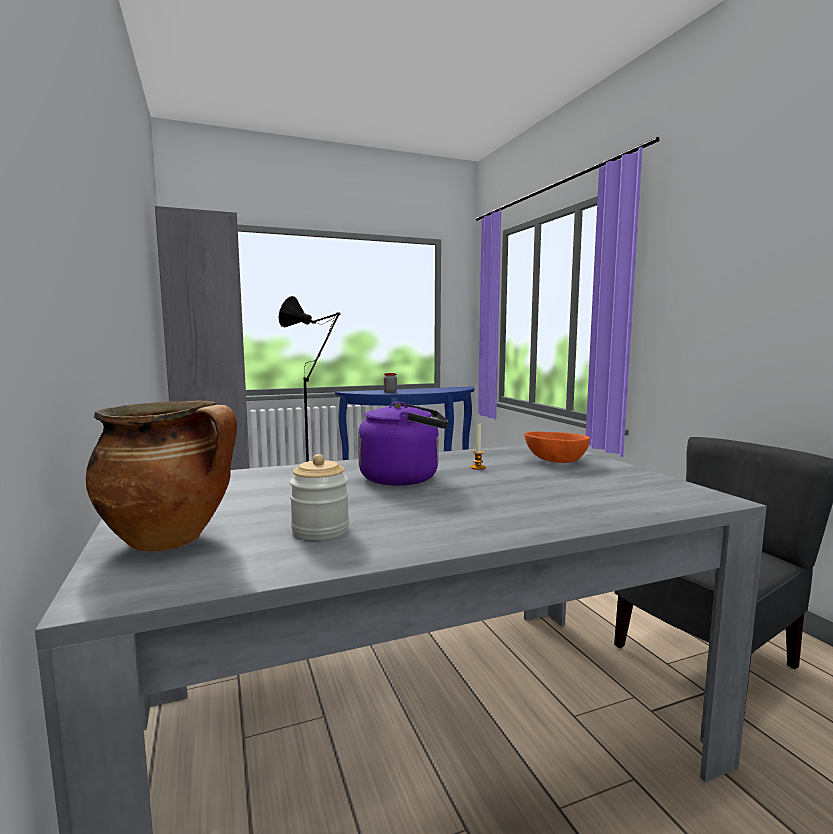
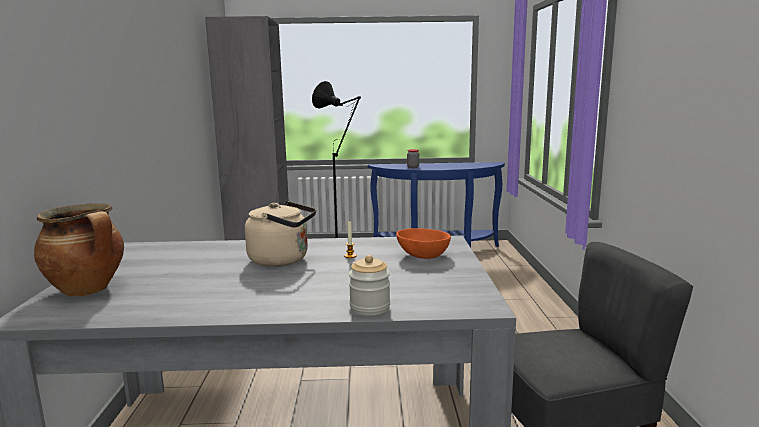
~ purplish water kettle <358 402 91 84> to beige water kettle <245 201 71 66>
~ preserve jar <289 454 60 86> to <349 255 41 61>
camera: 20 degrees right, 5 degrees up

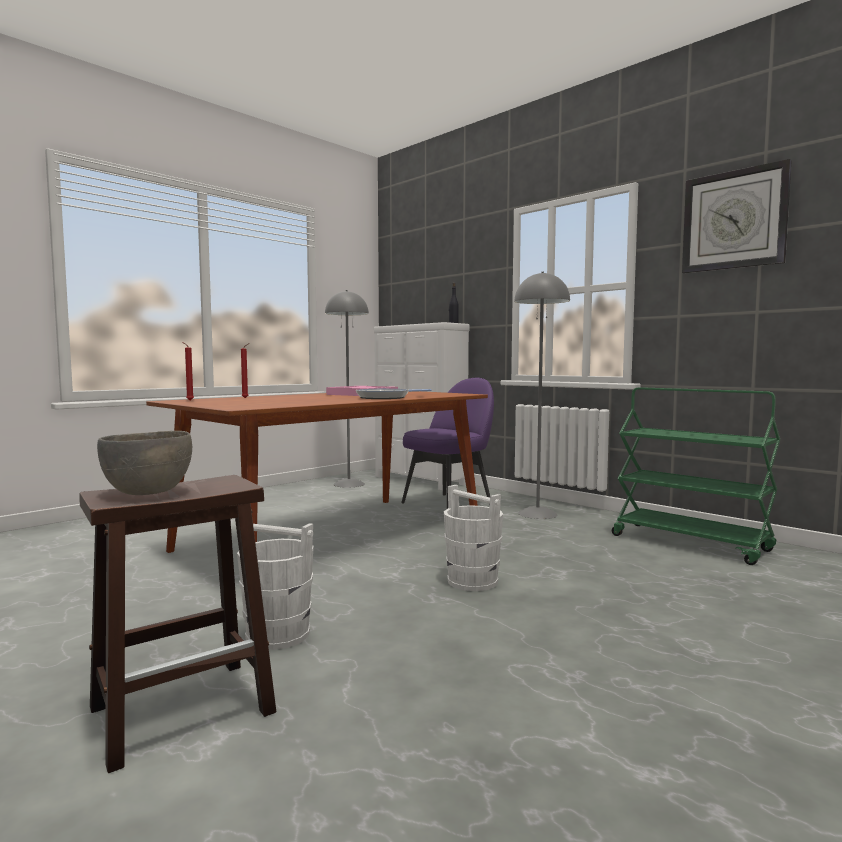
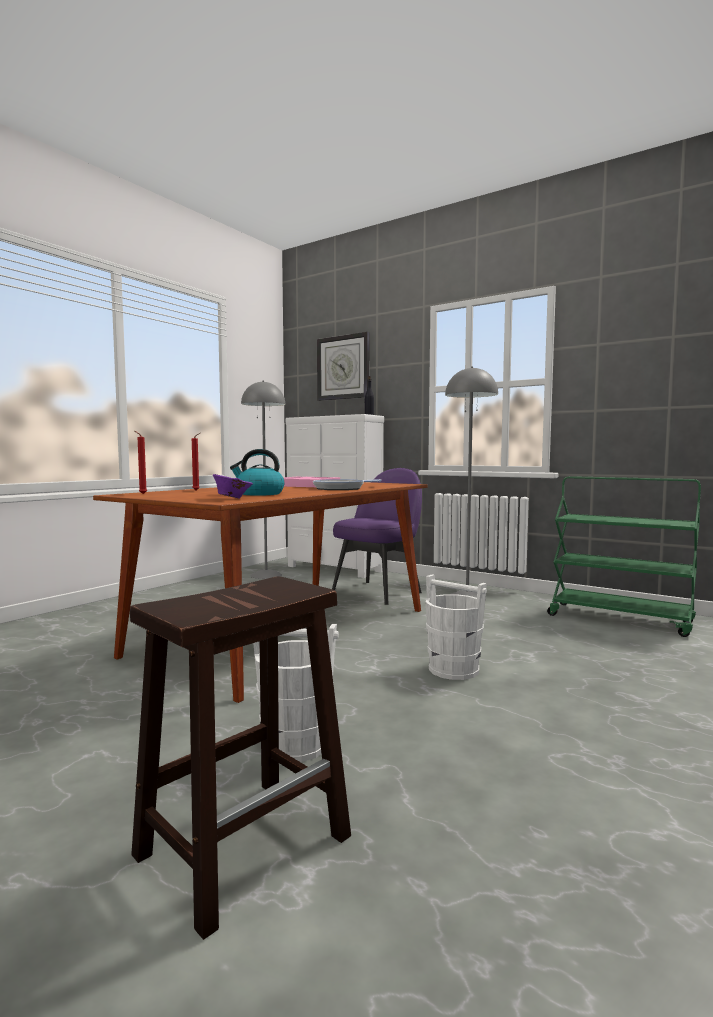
+ purplish bowl <213 474 40 25>
+ water kettle <230 449 55 47>
~ hanging clock <682 159 110 114> to <317 332 53 69>
- greyish bowl <97 431 95 64>
camera: 10 degrees left, 0 degrees up

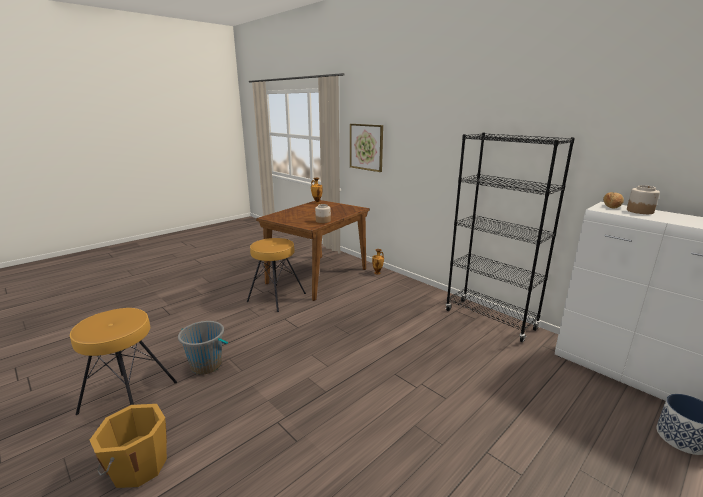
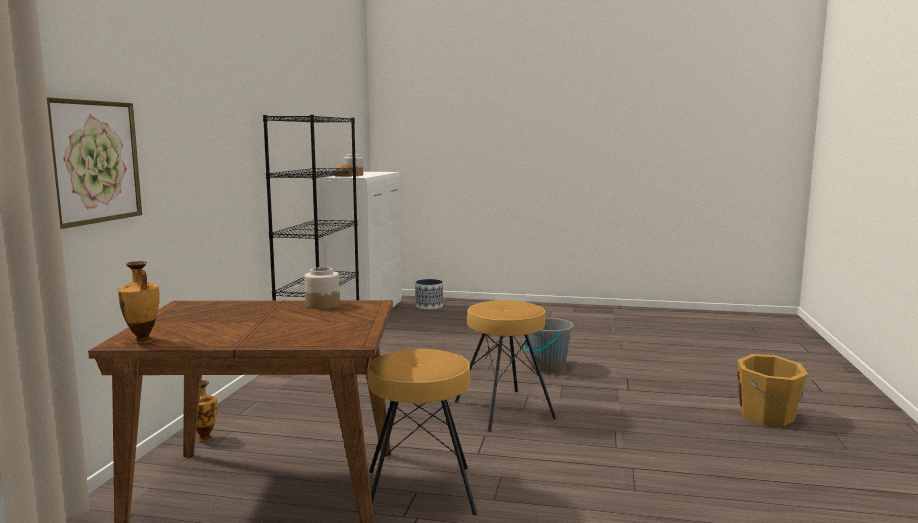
~ brownish stool seat <70 308 107 107> to <455 300 102 132>
~ greyish pail <178 321 50 54> to <525 318 49 55>
camera: 125 degrees left, 10 degrees down

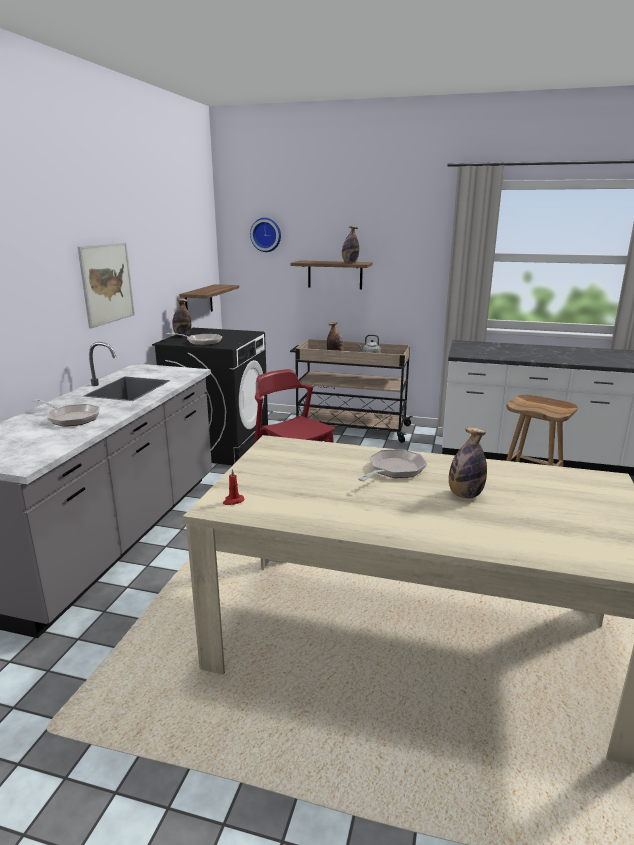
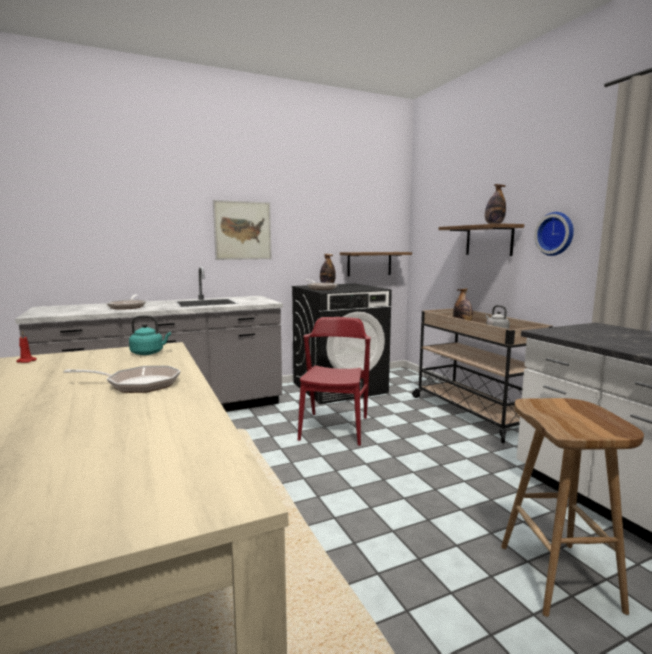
+ turquoise water kettle <129 315 42 40>
~ hanging clock <250 218 31 34> to <534 212 40 44>
- drink bottle <449 427 38 71>
camera: 50 degrees right, 10 degrees down

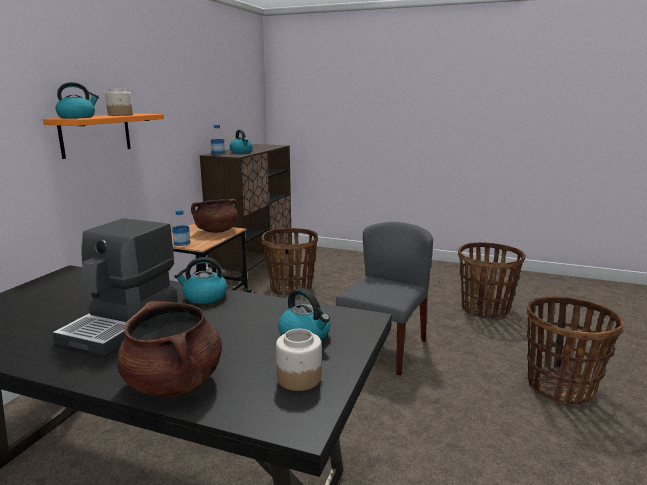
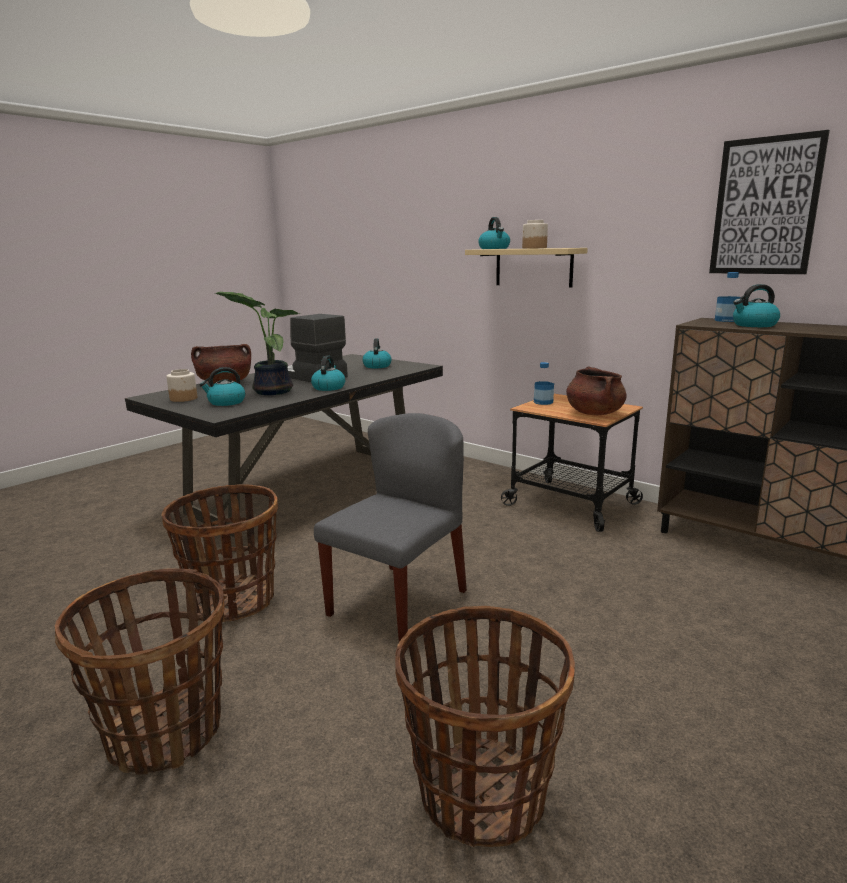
~ basket <262 228 56 68> to <161 484 117 138>
+ potted plant <215 292 84 103>
~ greyish upright chair <336 222 97 154> = <314 413 153 229> 105 degrees counterclockwise
+ water kettle <362 338 30 30>
~ orange wall shelf <43 114 121 45> to beige wall shelf <465 248 123 40>
+ picture <709 130 121 144>
camera: 110 degrees right, 0 degrees up

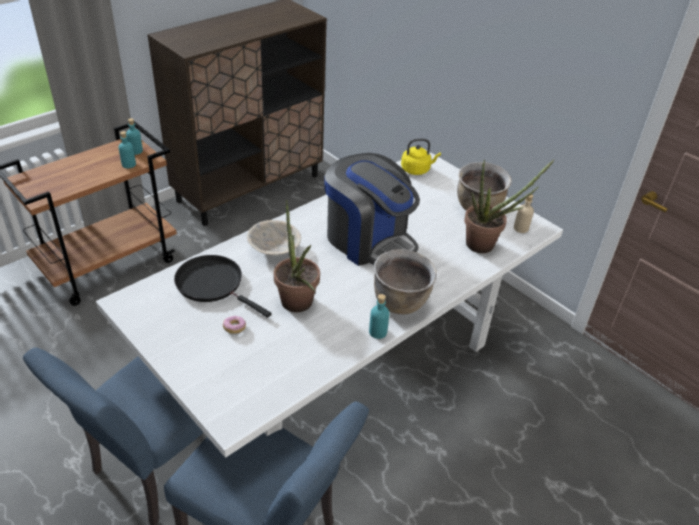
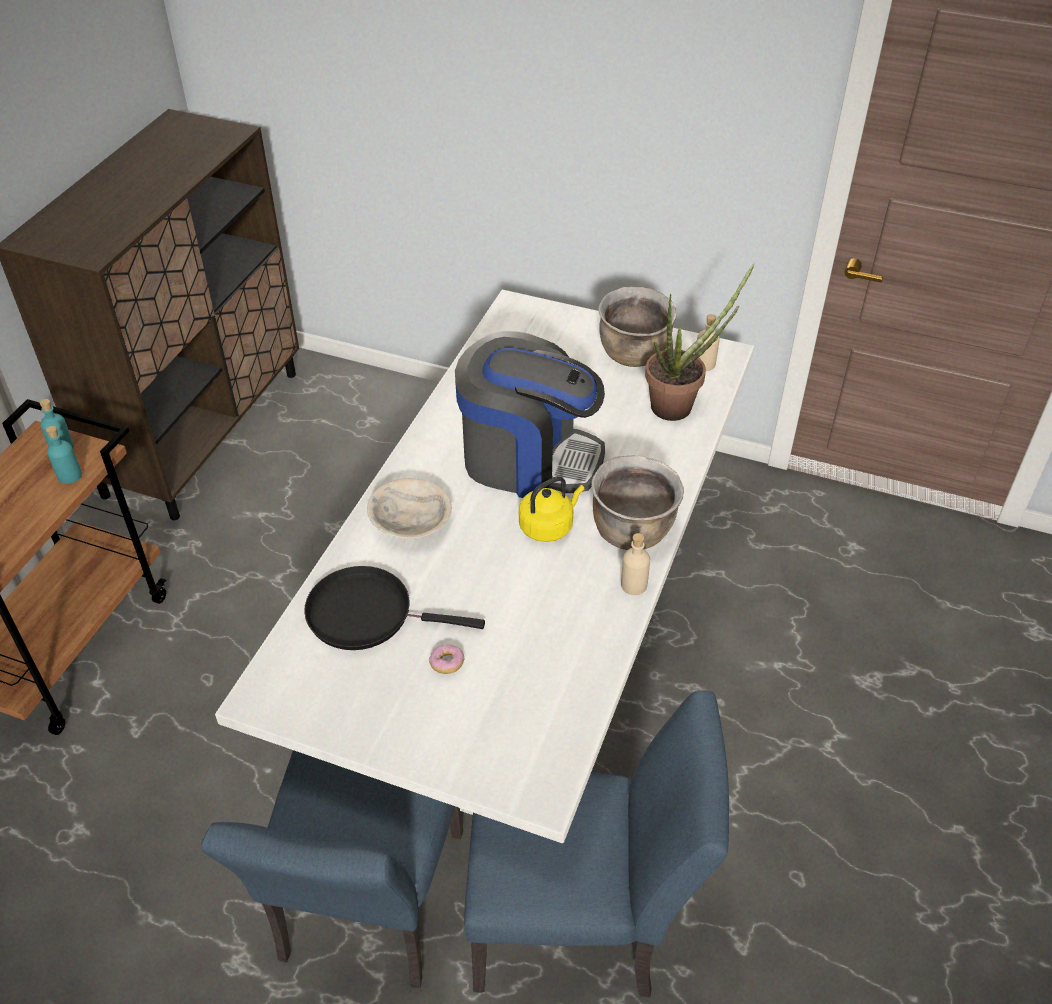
~ yellow water kettle <401 139 40 36> to <519 476 65 66>
~ turquoise drink bottle <369 294 20 45> to beige drink bottle <621 533 29 62>
- potted plant <274 200 46 112>
camera: 25 degrees left, 5 degrees up

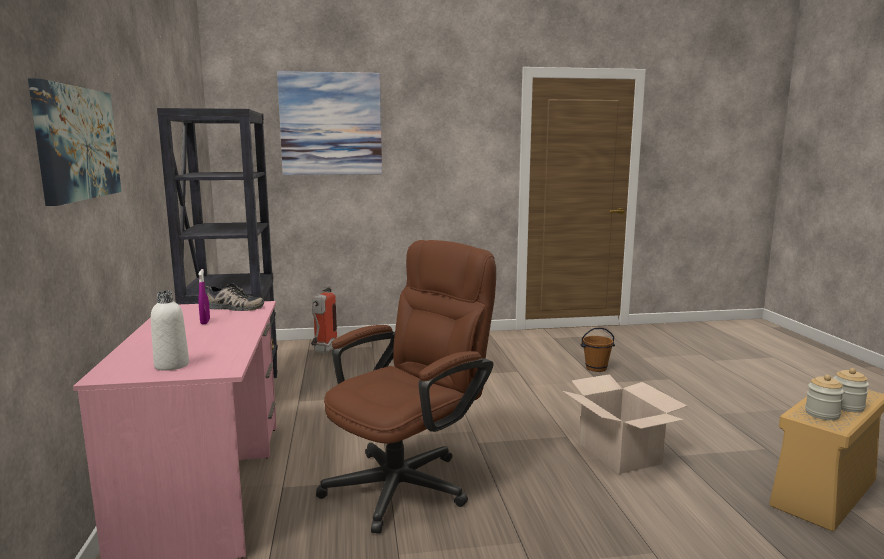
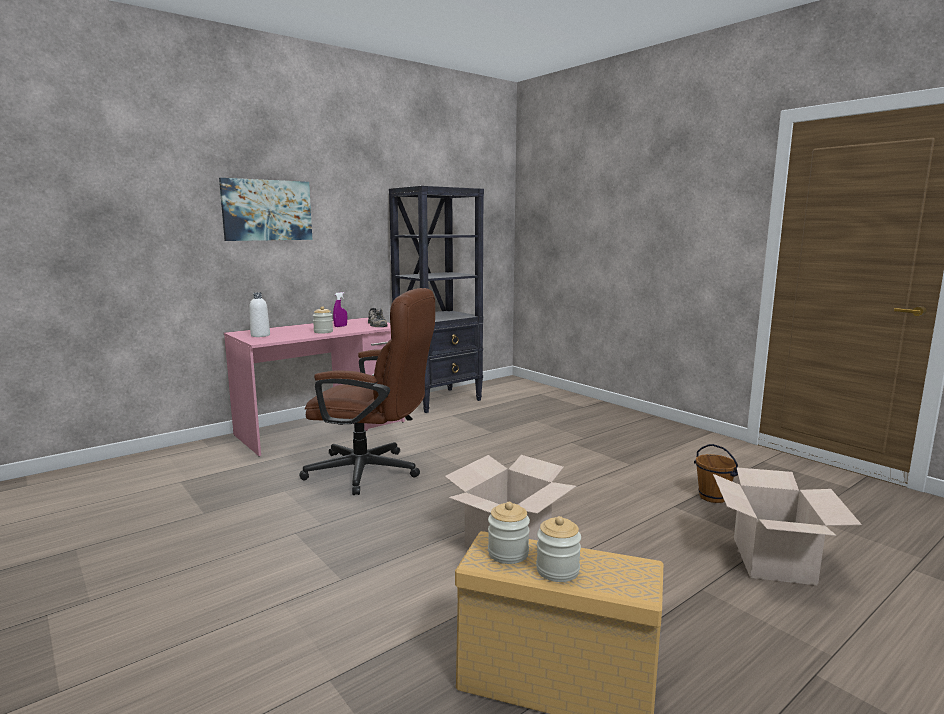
+ preserve jar <313 306 20 28>
+ packing box <713 468 149 118>
- picture <277 71 105 104>
- fire extinguisher <311 285 27 68>
camera: 60 degrees right, 0 degrees up

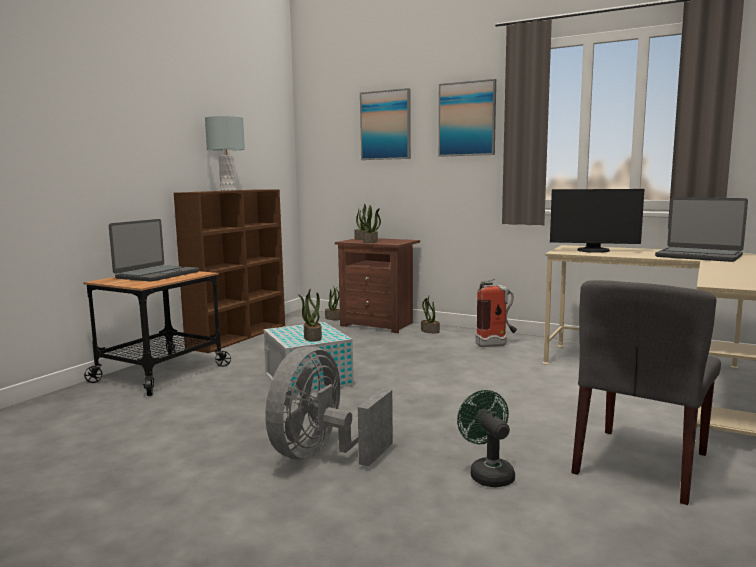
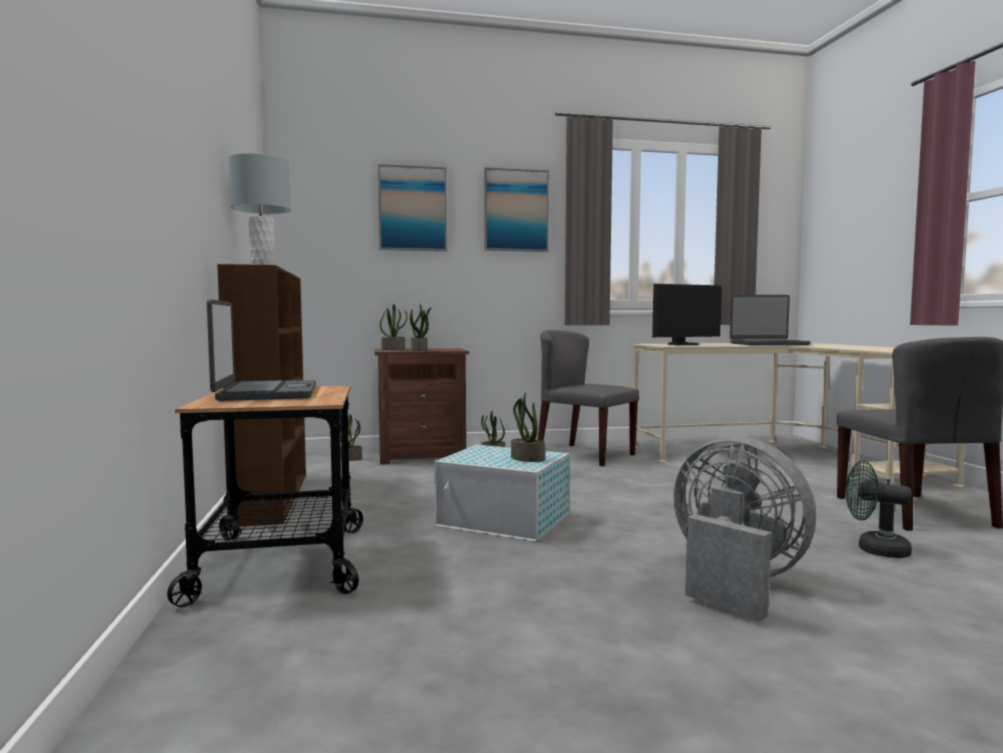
~ fire extinguisher <475 279 42 68> to greyish upright chair <537 330 102 136>
~ greyish cooling fan <265 347 128 119> = <674 437 142 184> 150 degrees clockwise
camera: 40 degrees left, 5 degrees down

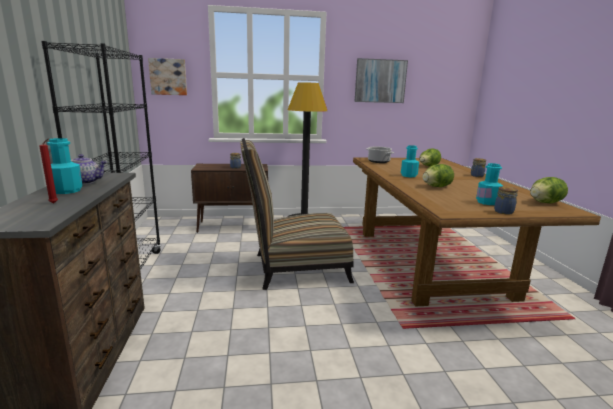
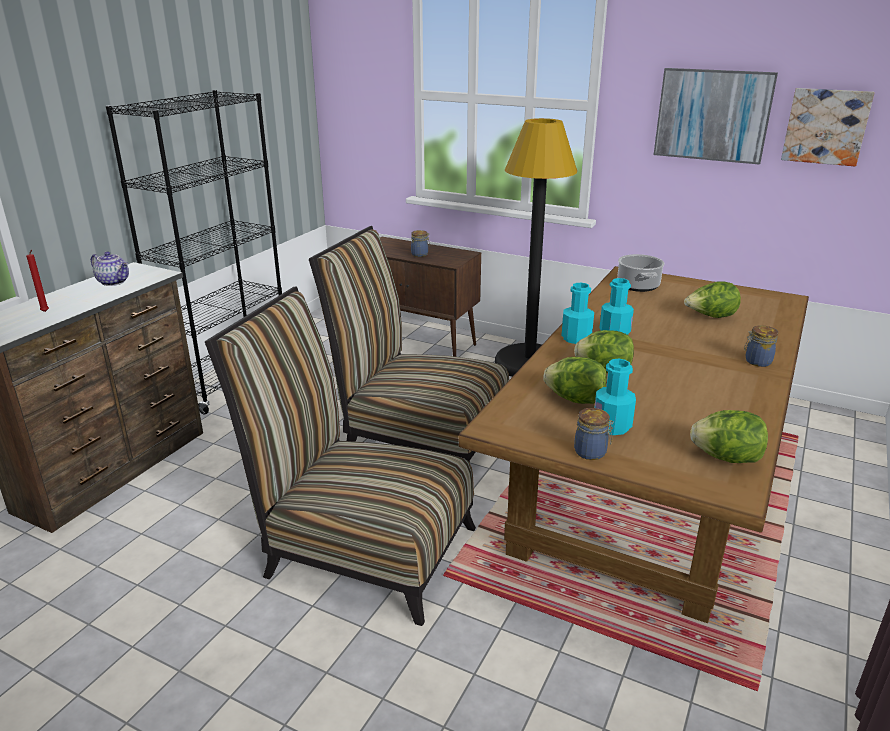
+ upright chair <205 287 271 339>
+ lettuce <543 357 64 47>
~ turquoise drink bottle <47 138 36 56> to <561 283 33 61>
~ picture <148 58 39 37> to <781 88 93 79>
camera: 35 degrees right, 10 degrees up

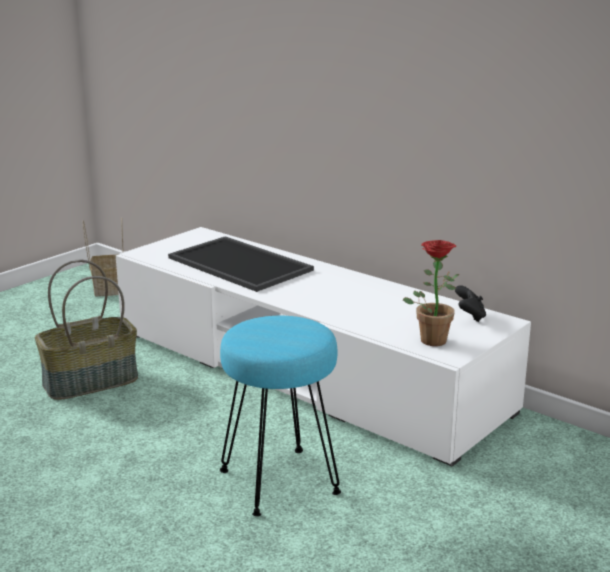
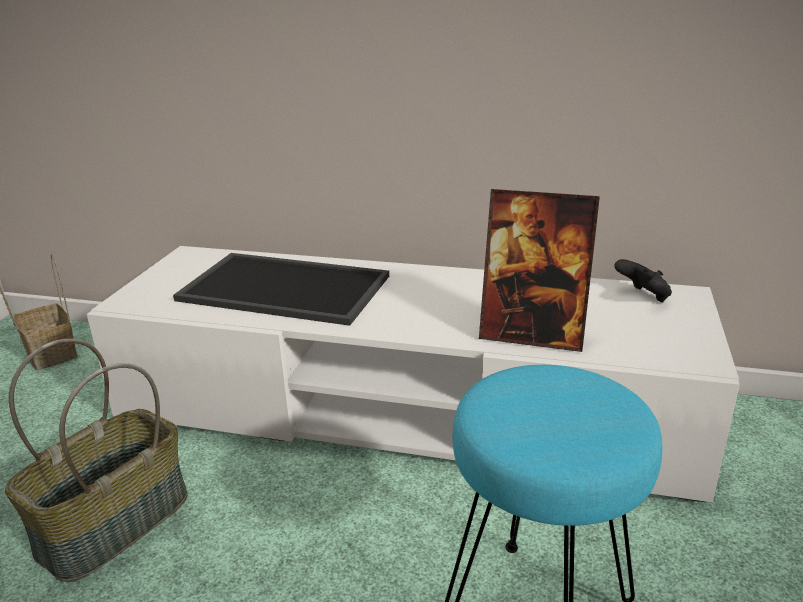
+ photo frame <479 189 121 163>
- potted plant <403 240 56 106>
camera: 25 degrees left, 5 degrees up

